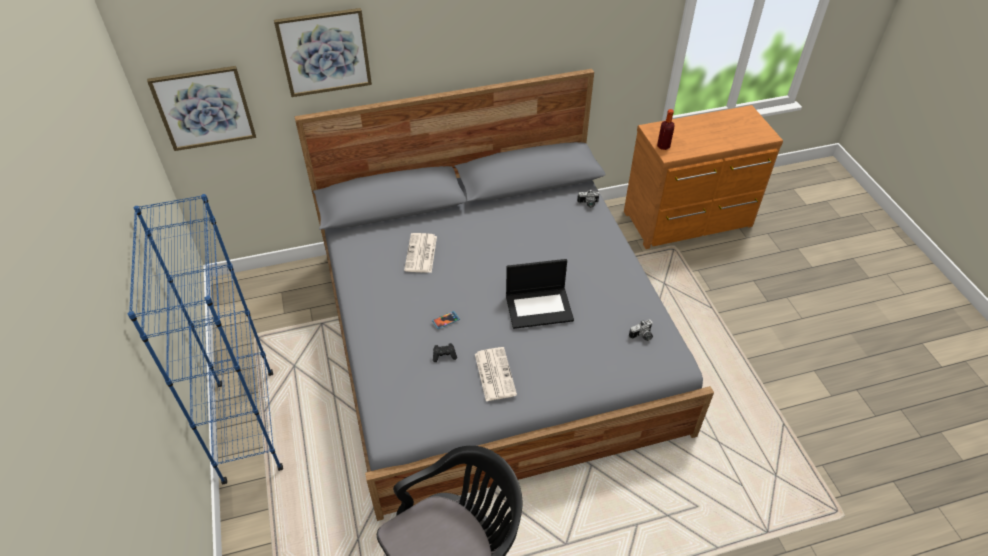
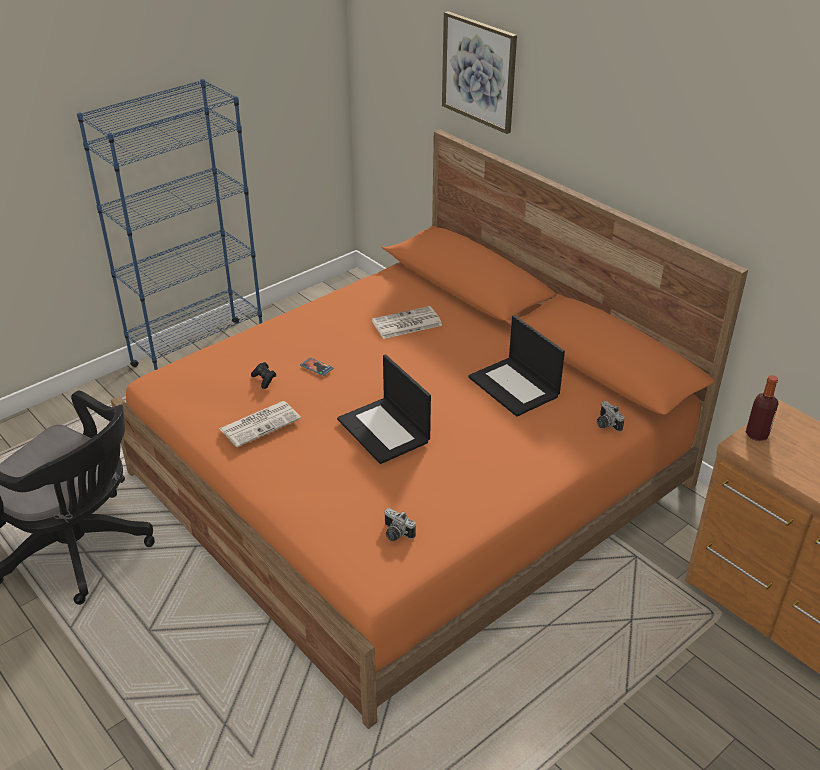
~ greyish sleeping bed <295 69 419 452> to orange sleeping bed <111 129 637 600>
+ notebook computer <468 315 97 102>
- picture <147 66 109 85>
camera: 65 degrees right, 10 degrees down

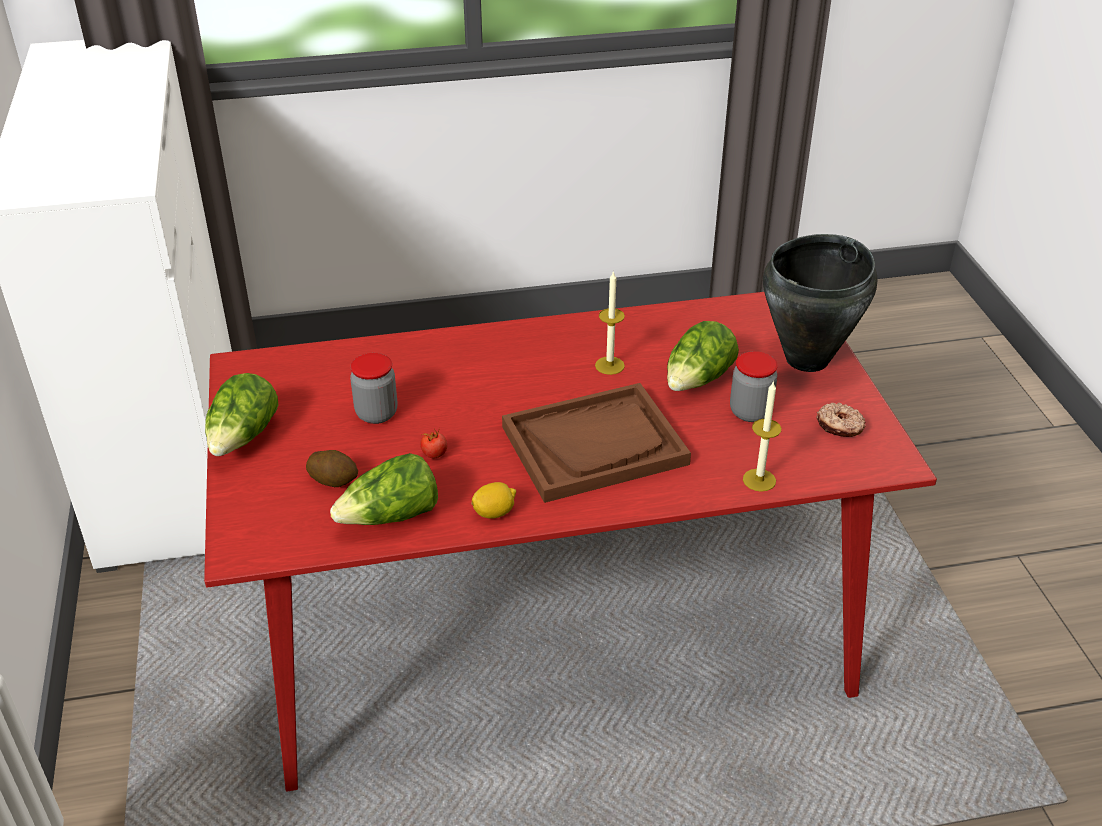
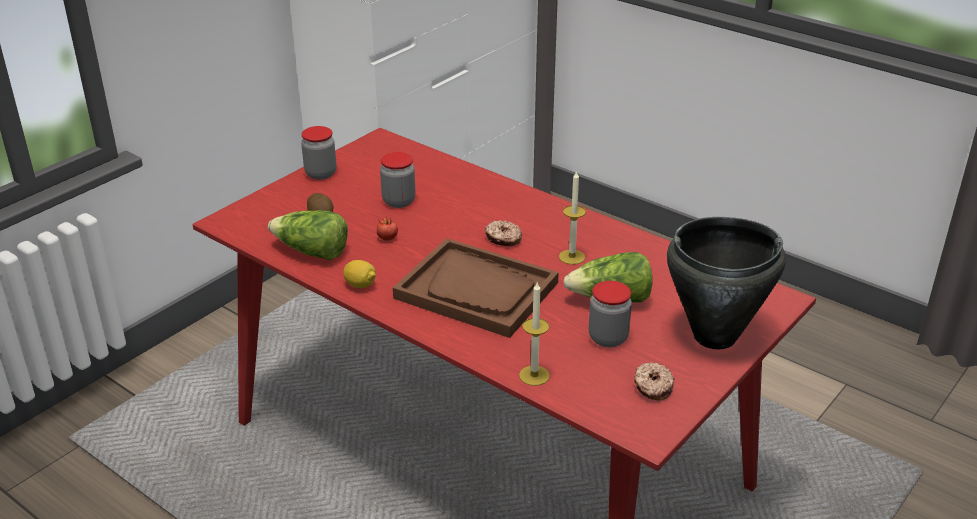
~ lettuce <205 373 74 83> to preserve jar <301 126 35 54>
+ doughnut <485 220 37 26>
camera: 50 degrees right, 5 degrees down

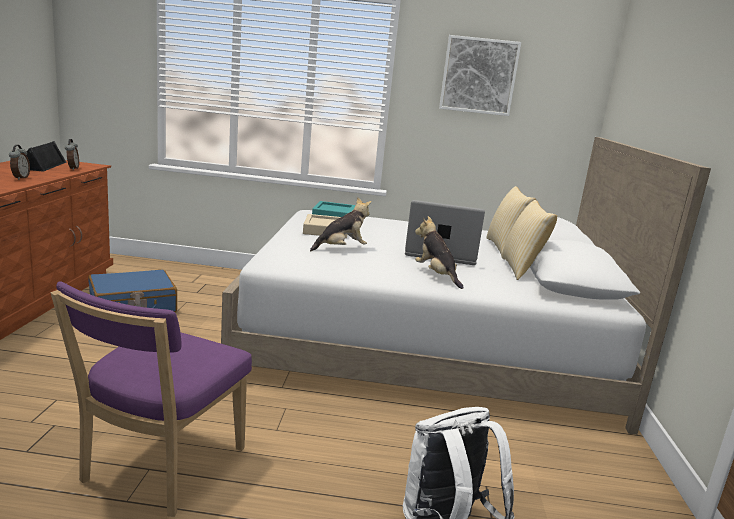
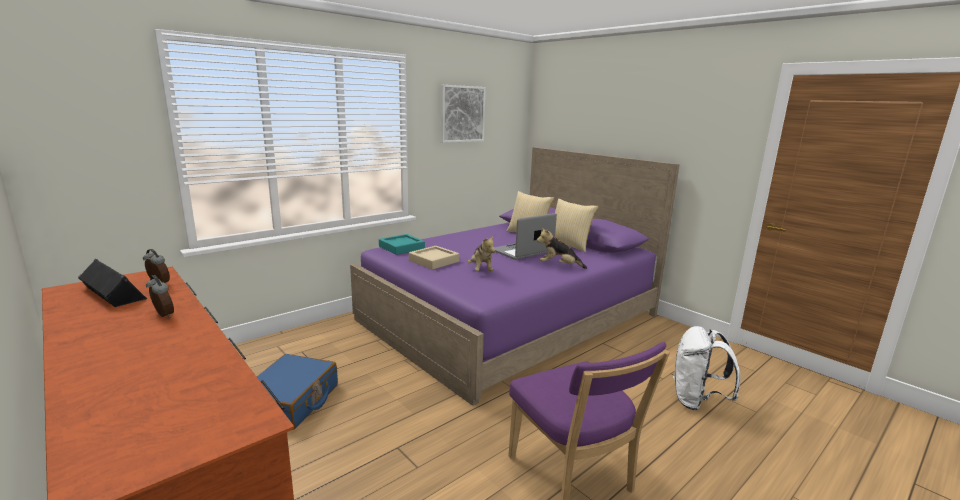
~ whitish sleeping bed <221 137 490 298> to purplish sleeping bed <350 147 330 259>
~ cuddly toy <310 197 62 55> = <467 235 28 36> 150 degrees clockwise
camera: 45 degrees left, 0 degrees up

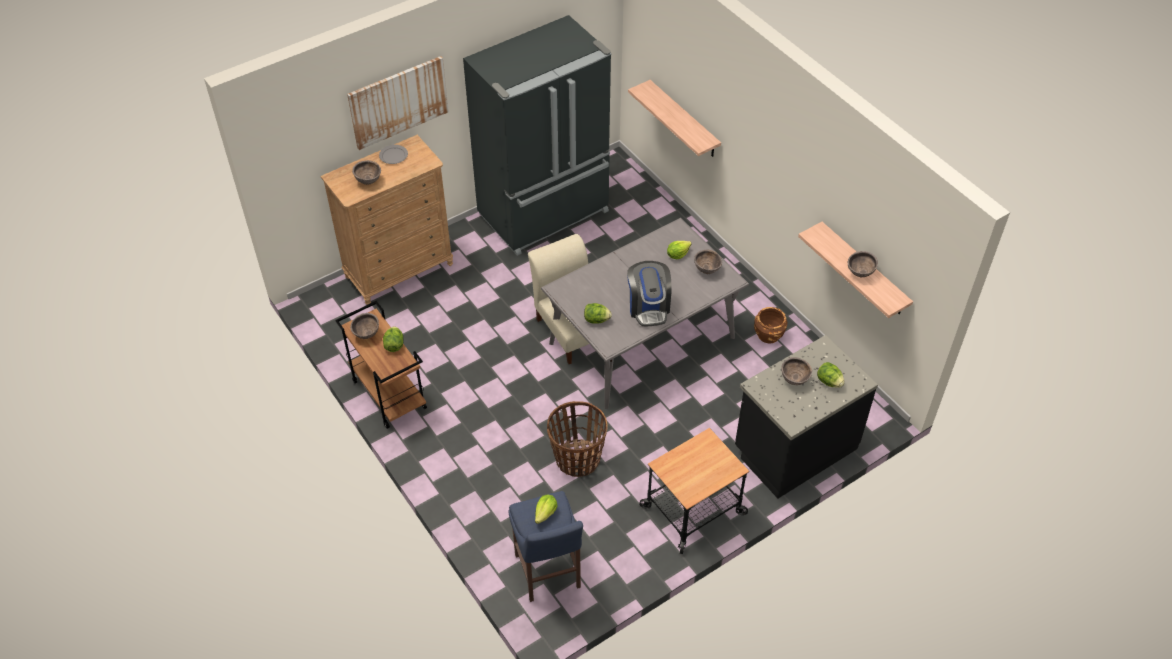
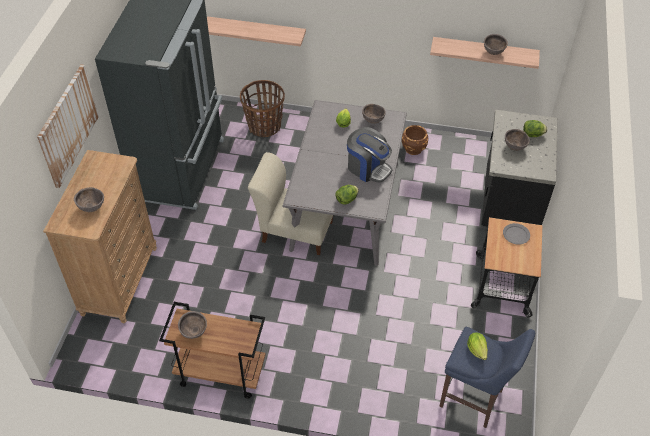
~ basket <547 401 60 76> to <240 80 45 57>
~ greyish plate <379 145 29 19> to <503 223 27 22>
- lettuce <383 326 21 26>
camera: 45 degrees left, 0 degrees up

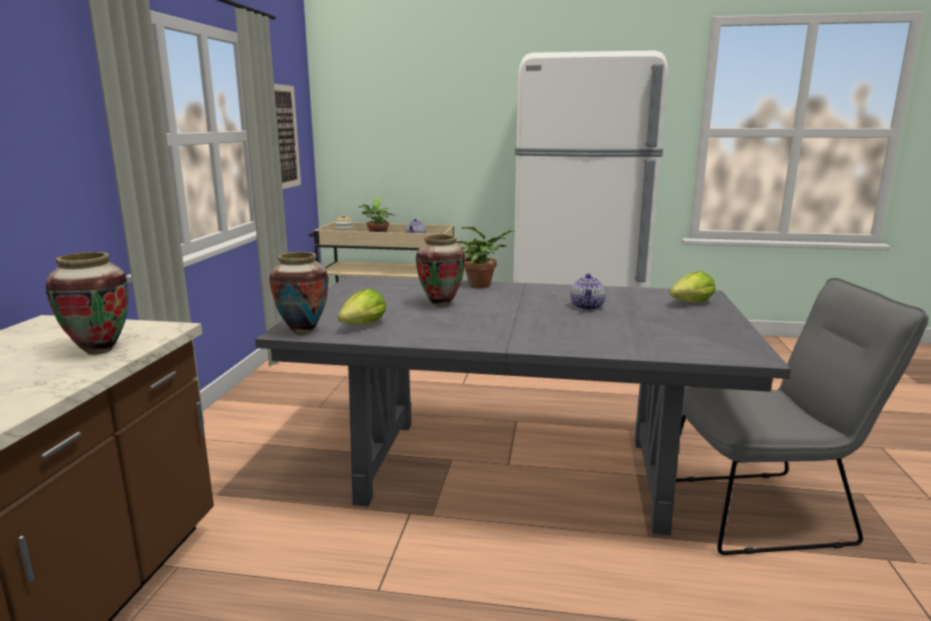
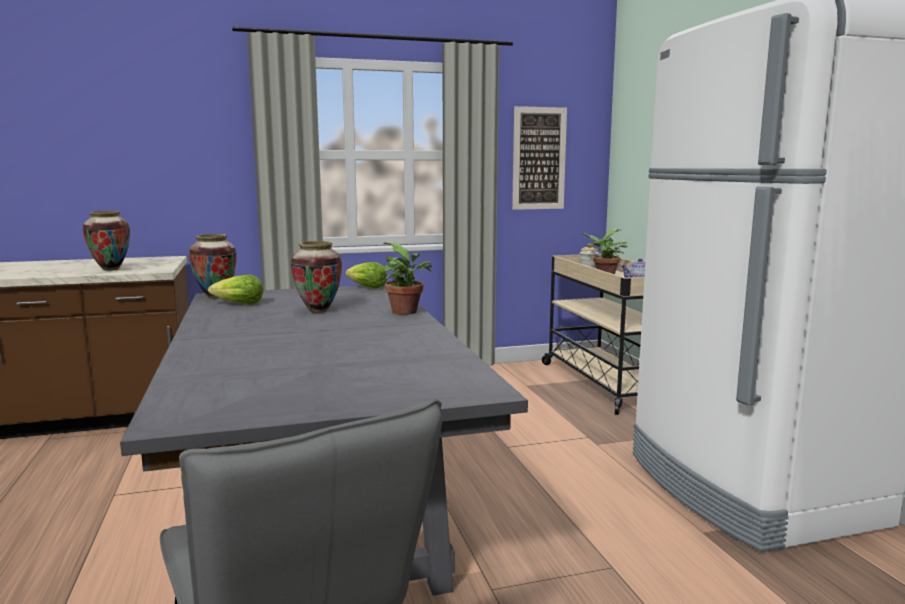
~ lettuce <669 271 46 31> to <345 262 42 26>
- teapot <570 273 36 37>
camera: 65 degrees right, 5 degrees down

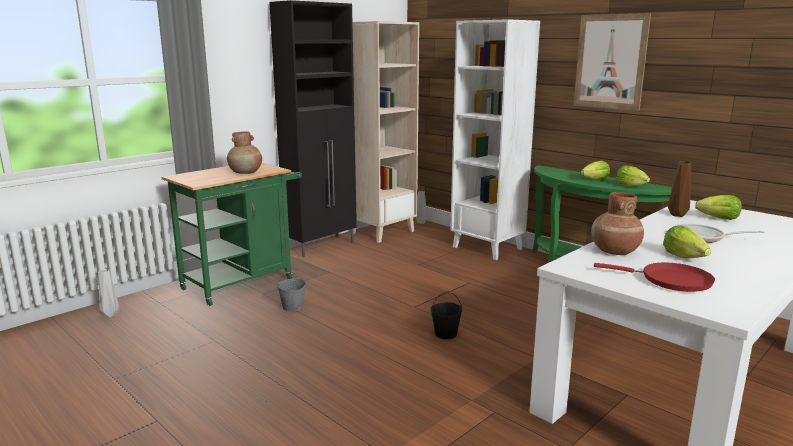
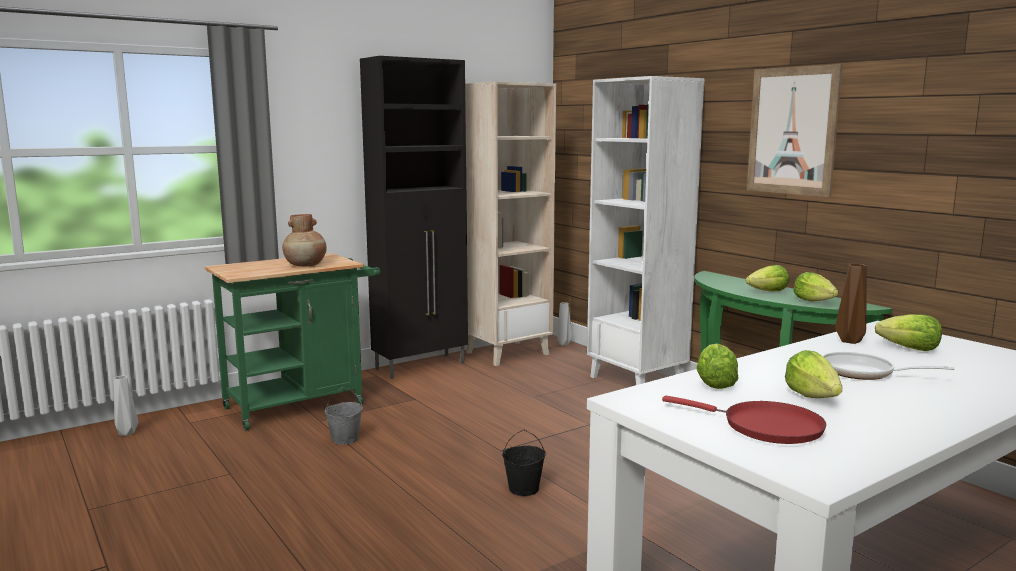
~ brownish flower vase <591 192 53 63> to lettuce <696 344 42 45>
camera: 10 degrees right, 5 degrees down

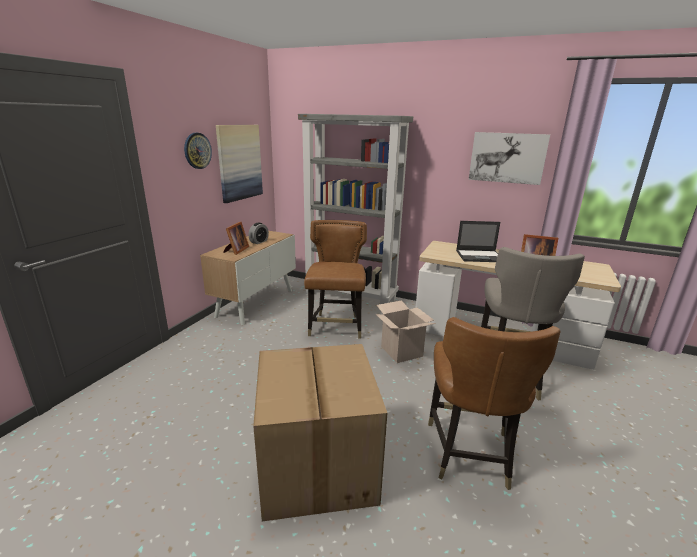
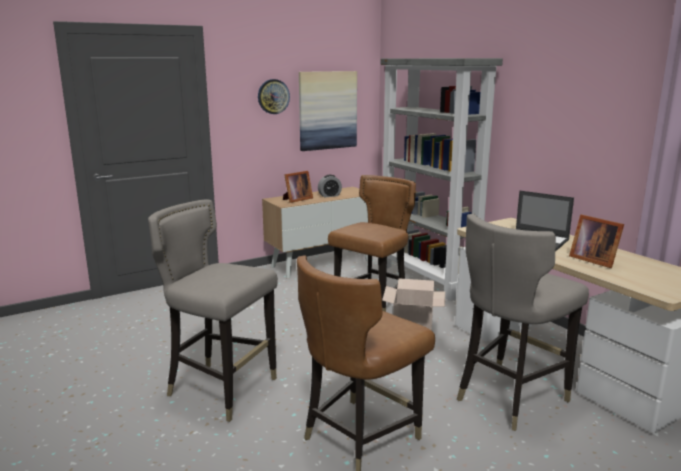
~ packing box <253 344 134 177> to greyish stool seat <148 199 130 223>
- picture <469 132 81 53>
camera: 35 degrees right, 5 degrees down

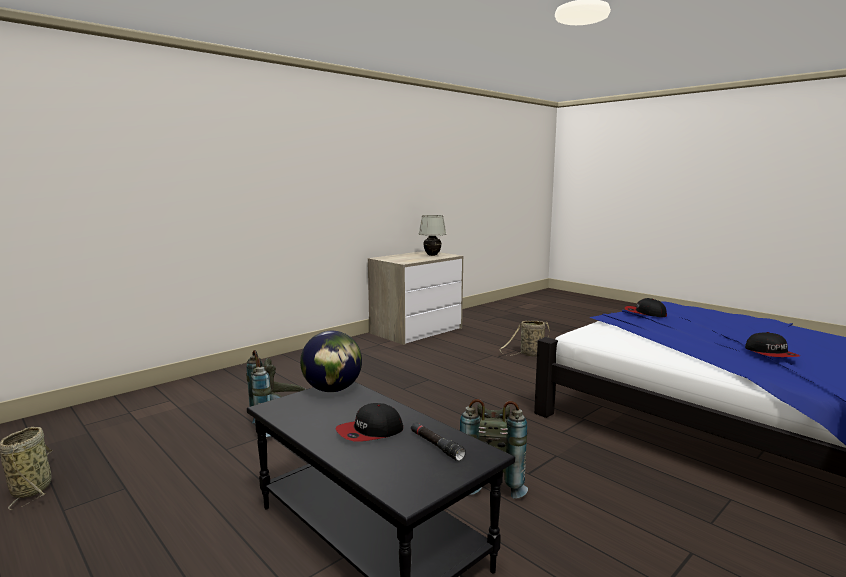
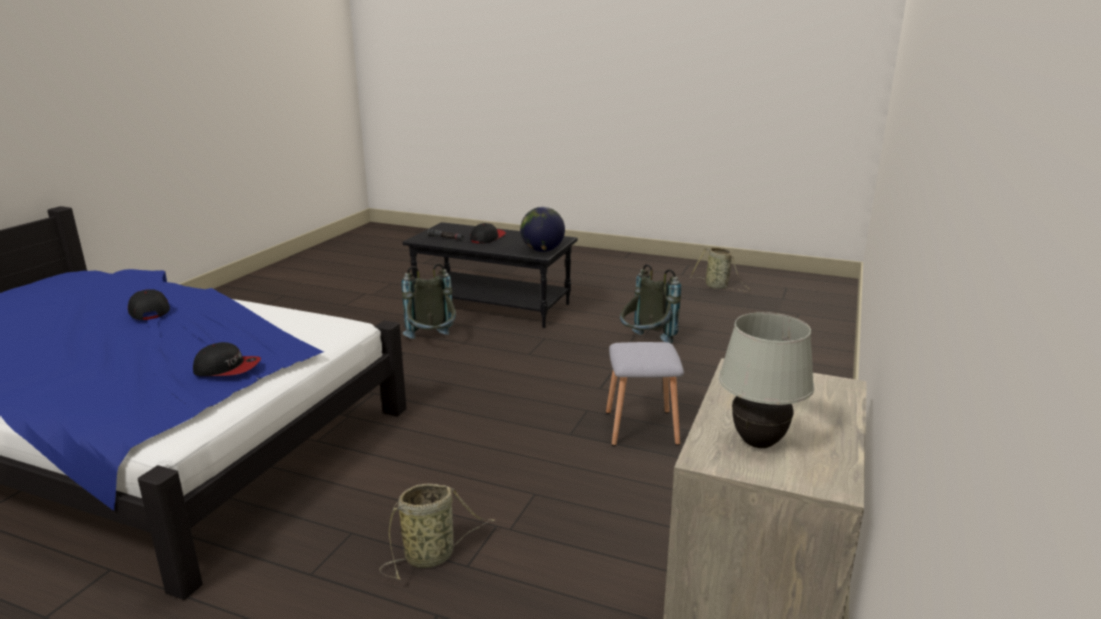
+ greyish stool seat <606 342 78 104>
camera: 155 degrees right, 10 degrees up

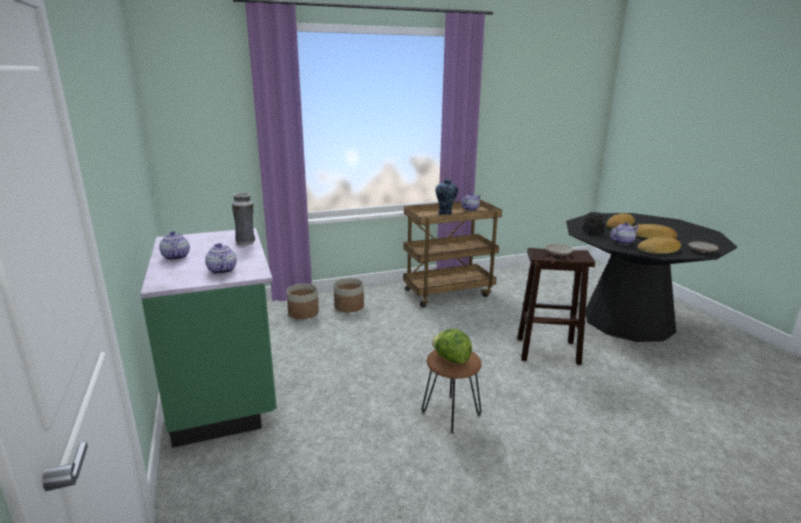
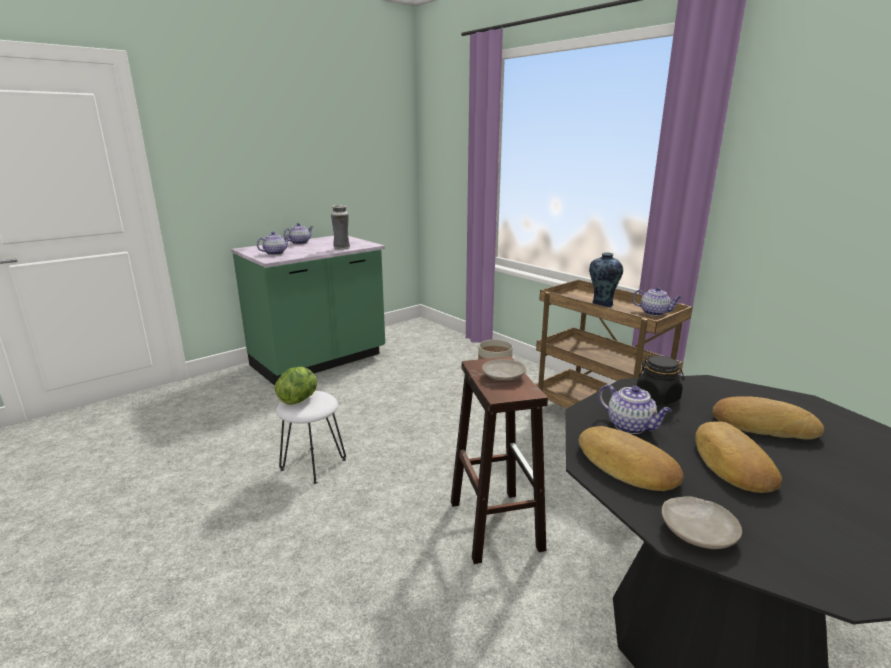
~ brownish stool seat <422 350 60 83> to whitish stool seat <276 391 70 93>
- planter <286 284 33 35>
camera: 70 degrees right, 0 degrees up

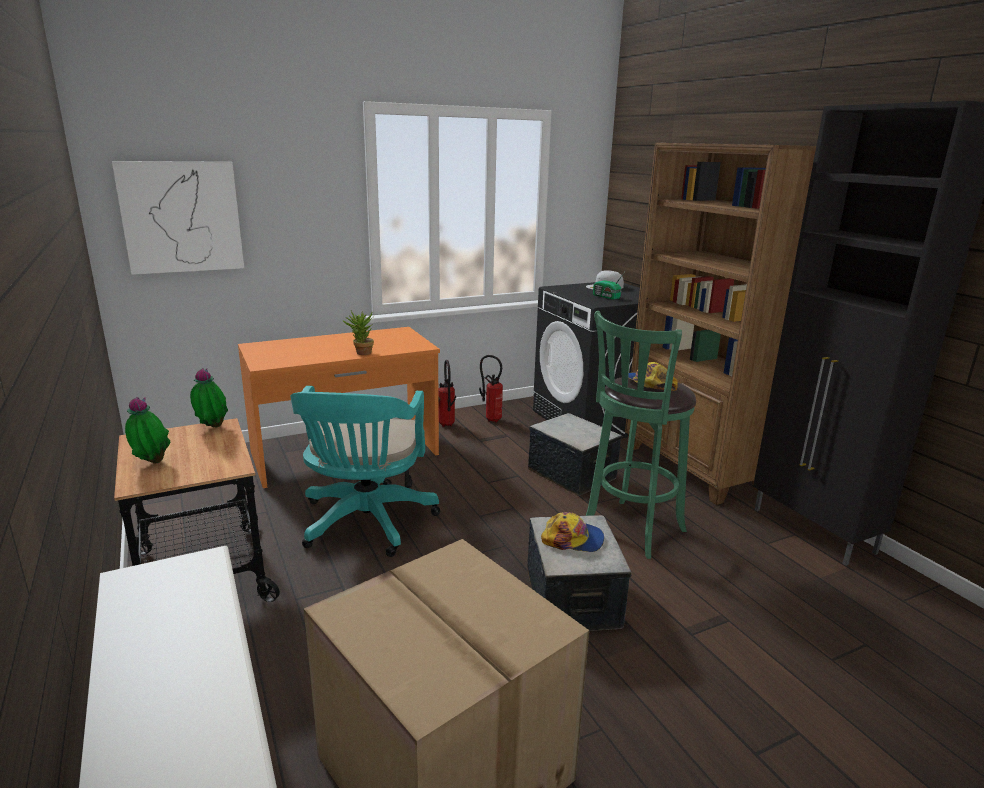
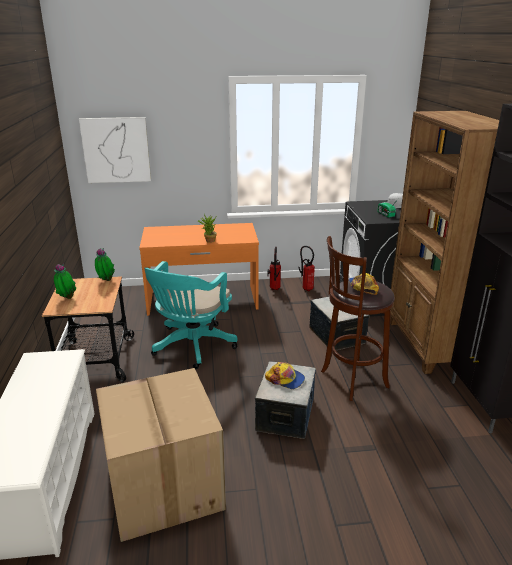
~ green stool seat <586 311 110 248> to brownish stool seat <321 236 74 165>
camera: 20 degrees right, 5 degrees up

